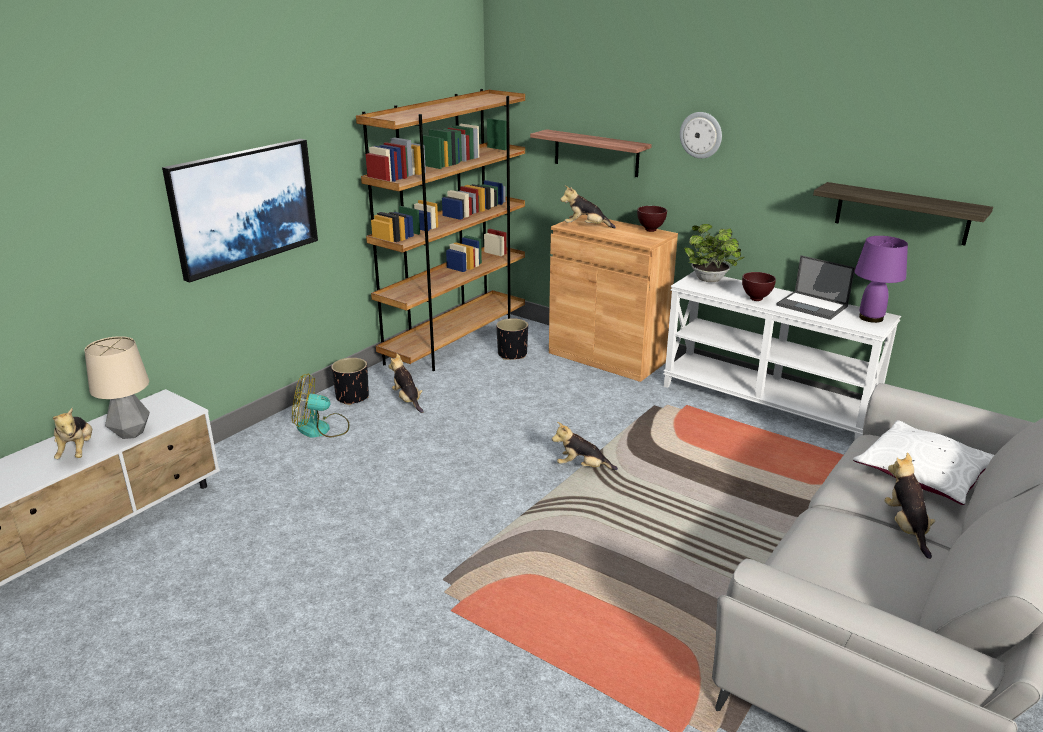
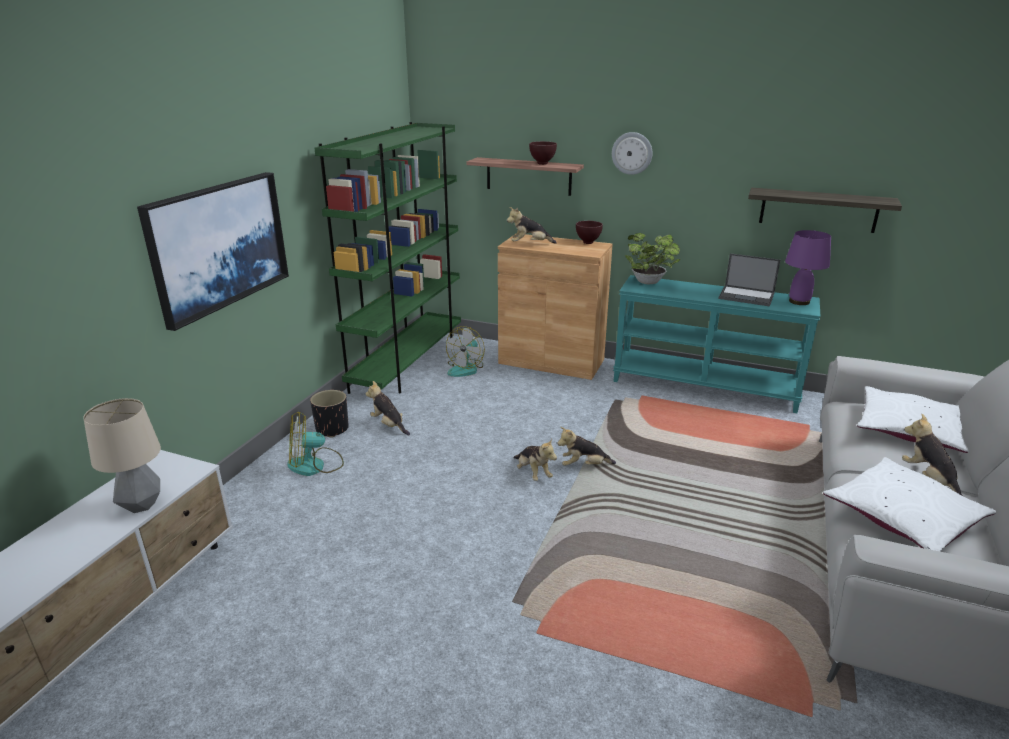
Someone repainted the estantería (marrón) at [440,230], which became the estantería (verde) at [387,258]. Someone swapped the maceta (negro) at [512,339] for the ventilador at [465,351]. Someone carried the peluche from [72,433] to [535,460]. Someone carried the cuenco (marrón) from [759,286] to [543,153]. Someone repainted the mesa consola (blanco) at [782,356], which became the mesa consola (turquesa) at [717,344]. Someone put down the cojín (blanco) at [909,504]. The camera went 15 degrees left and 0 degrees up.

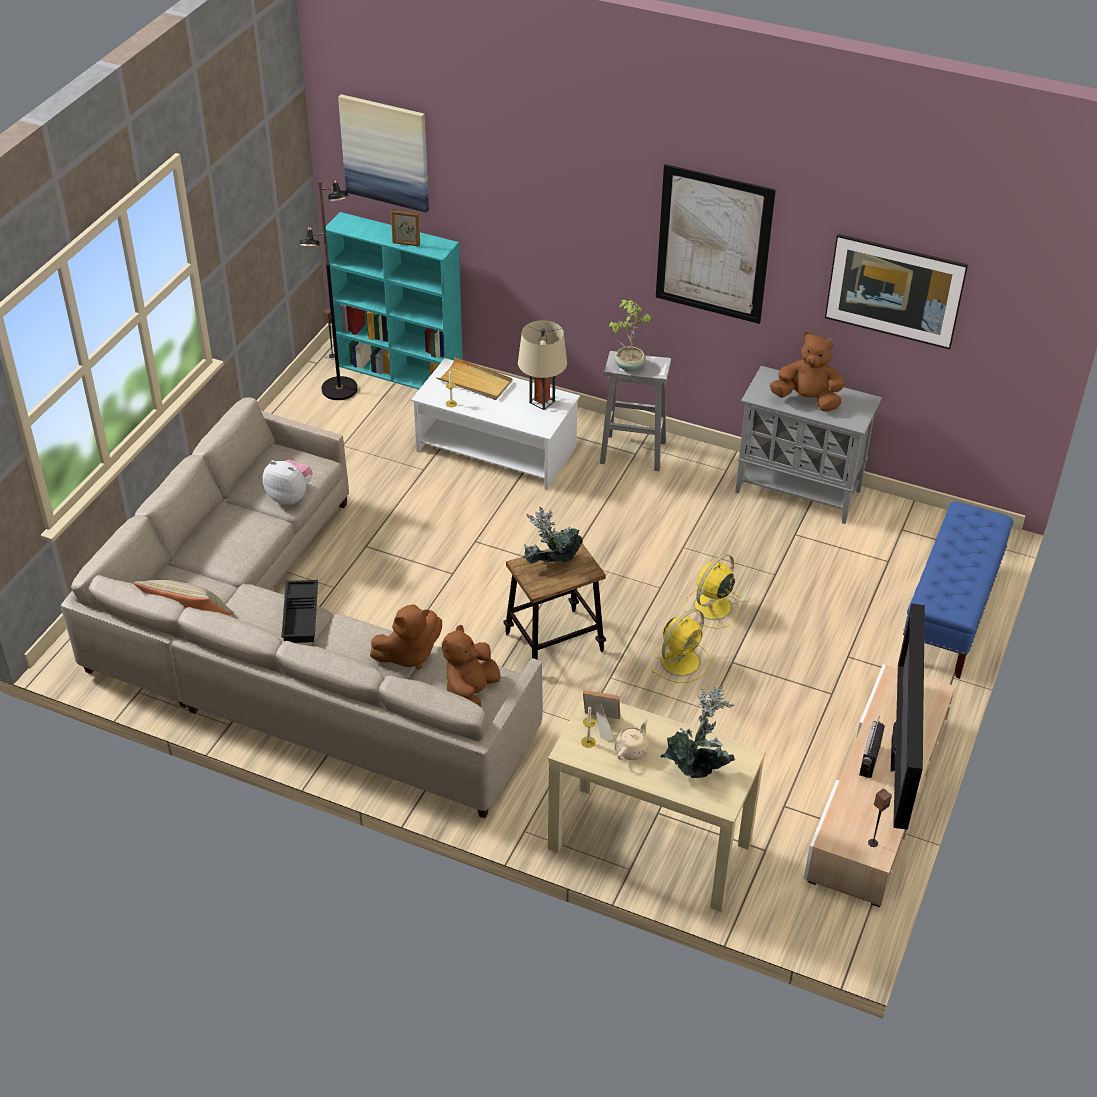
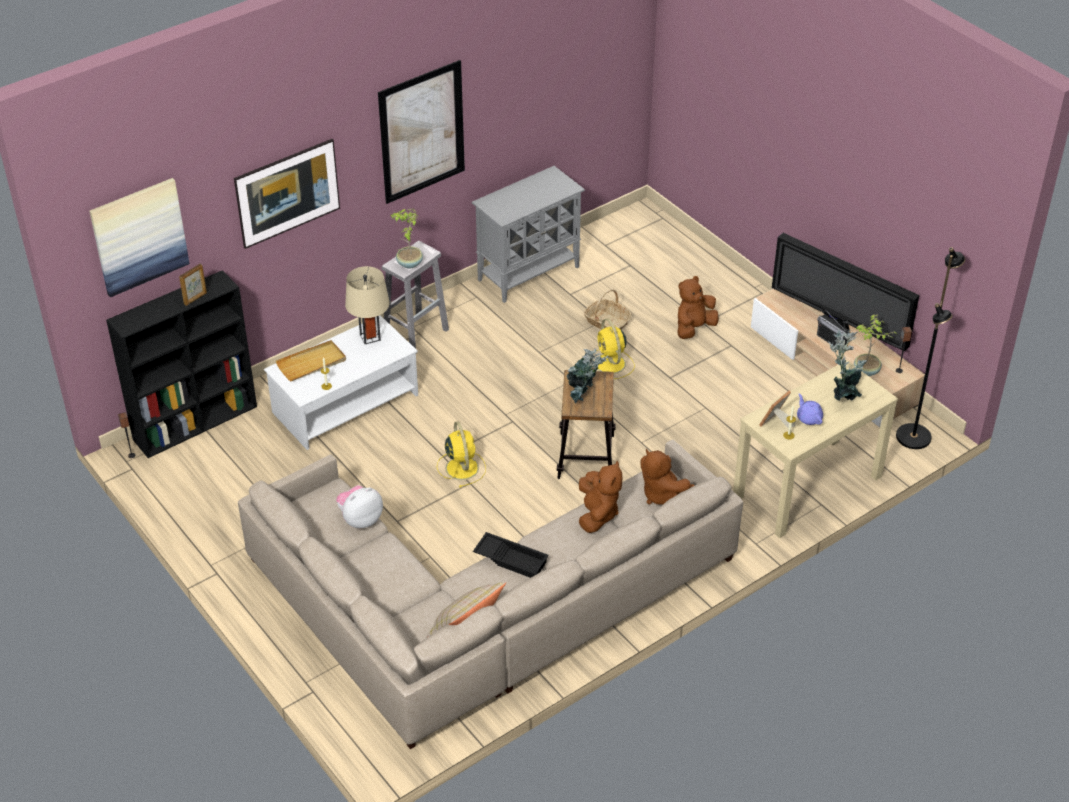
Someone repainted the estantería (turquesa) at [393,300], which became the estantería (negro) at [181,364]. Someone carried the cuadro from [896,291] to [287,194]. Someone carried the ventilador (amarillo) from [681,646] to [461,454]. Someone put down the cesta at [608,309]. Someone carried the peluche (marrón) from [807,372] to [698,307]. Someone repainted the tetera (beis) at [632,739], which became the tetera (morado) at [810,409]. Someone put down the planta en maceta at [876,345]. Someone carried the lámpara de pie (negro) from [328,290] to [930,348]. Someone took away the banco (azul) at [958,590]. The camera went 60 degrees left and 0 degrees up.

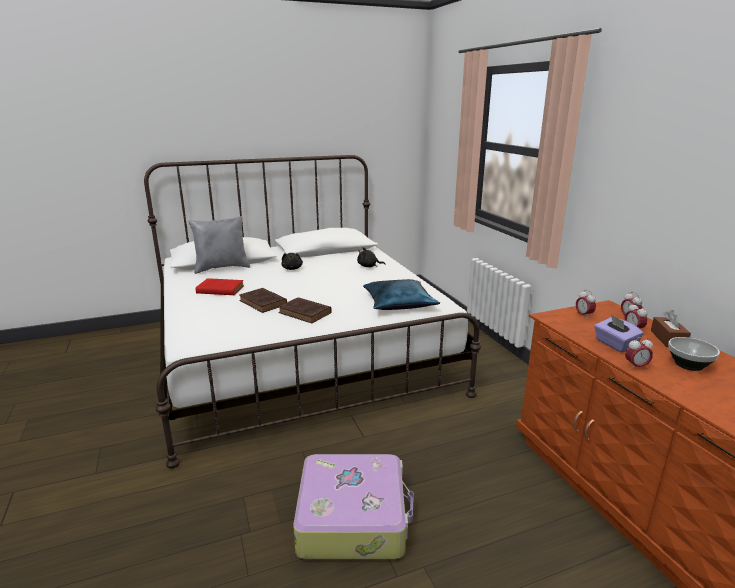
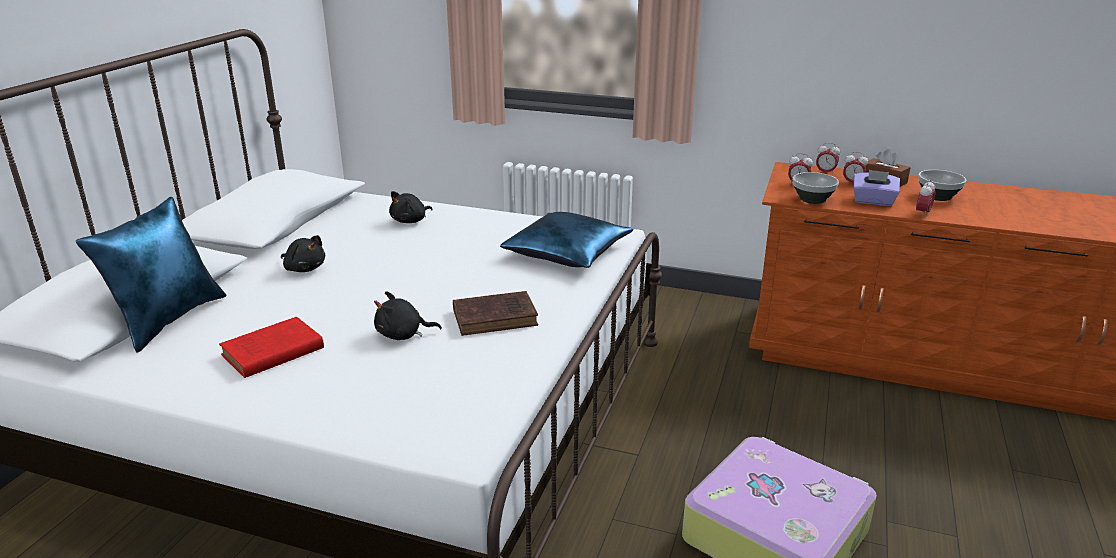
Someone repainted the cojín (gris) at [219,245], which became the cojín (azul) at [151,275]. Someone swapped the libro (marrón) at [263,300] for the peluche (negro) at [408,315]. Someone put down the cuenco at [816,188]. The camera went 50 degrees left and 5 degrees up.

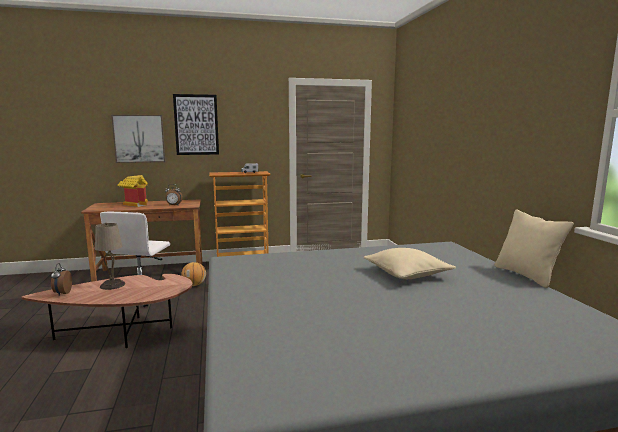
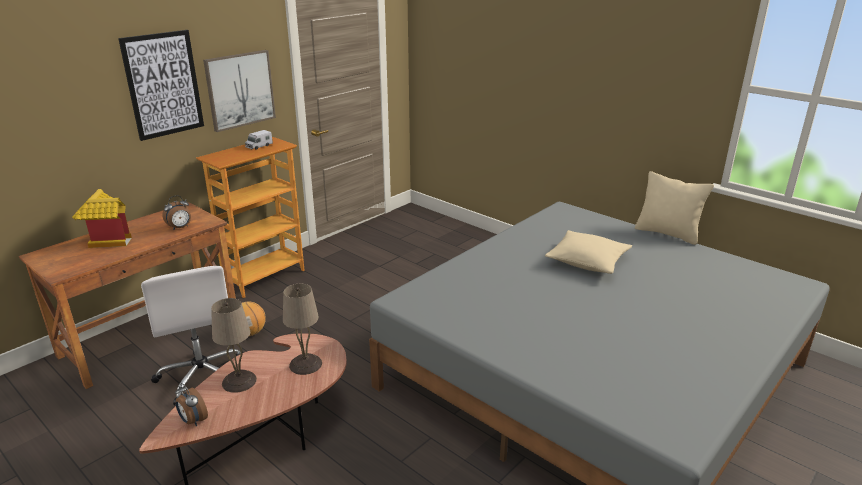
Someone carried the cuadro from [138,139] to [239,91]. Someone put down the lámpara de mesa (beis) at [302,329]. The camera went 35 degrees left and 15 degrees up.

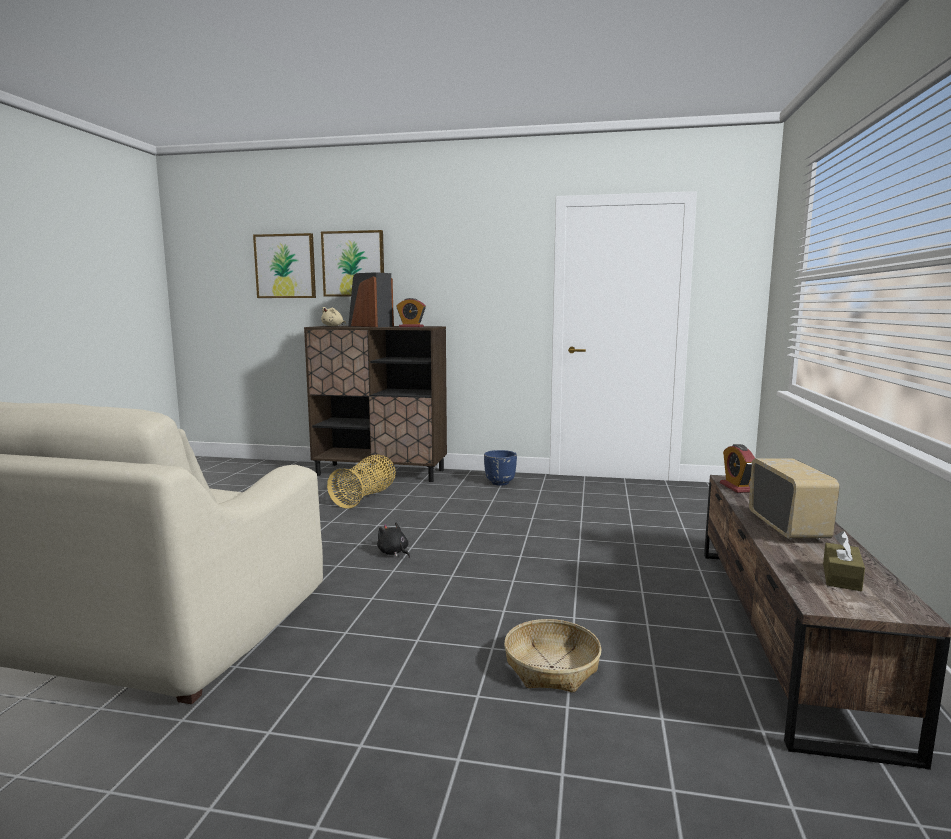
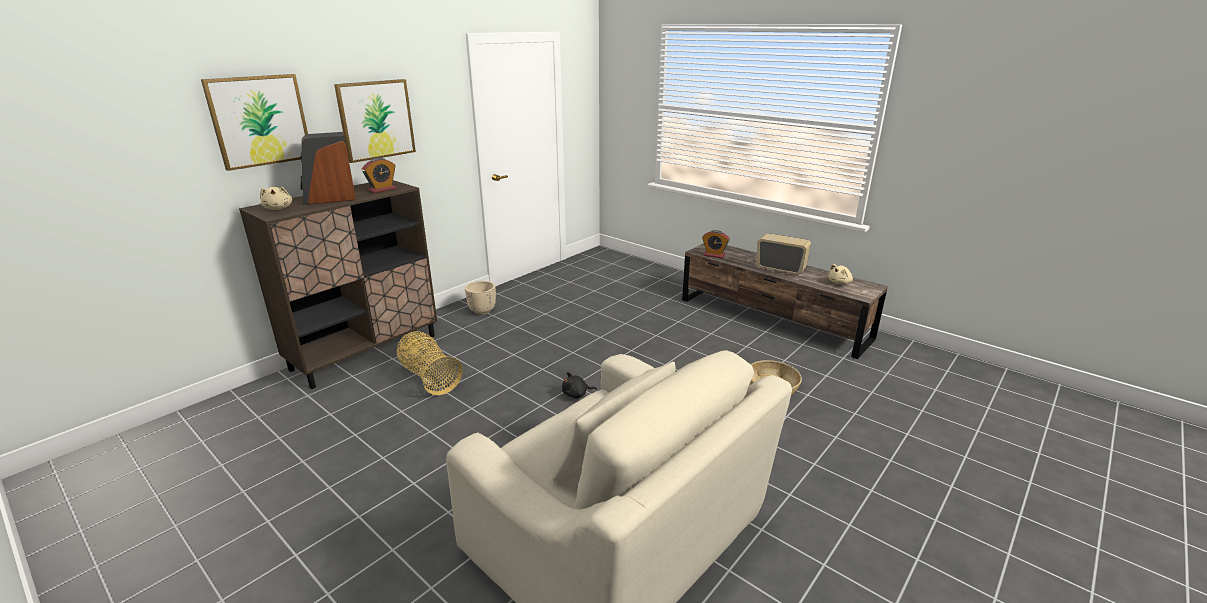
Someone carried the cuadro from [284,265] to [375,121]. Someone repainted the maceta (azul) at [500,468], which became the maceta (beis) at [480,298]. Someone swapped the caja de pañuelos (marrón) at [844,561] for the peluche (beis) at [840,274]. The camera went 60 degrees left and 15 degrees up.

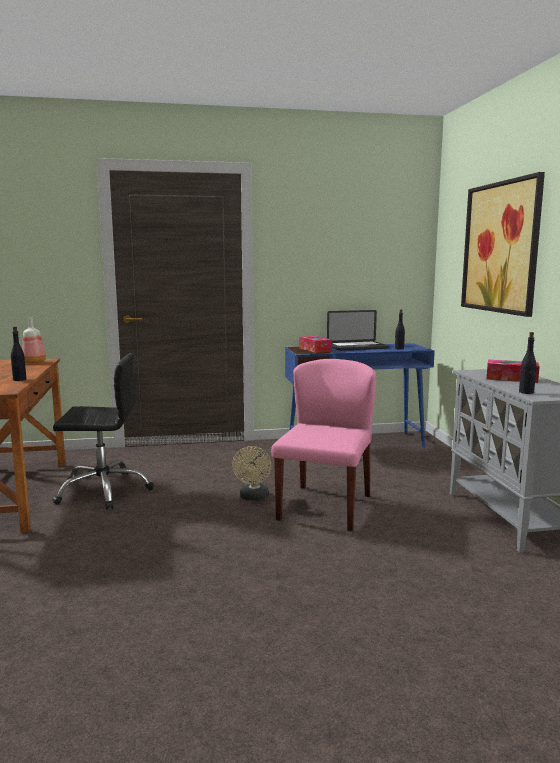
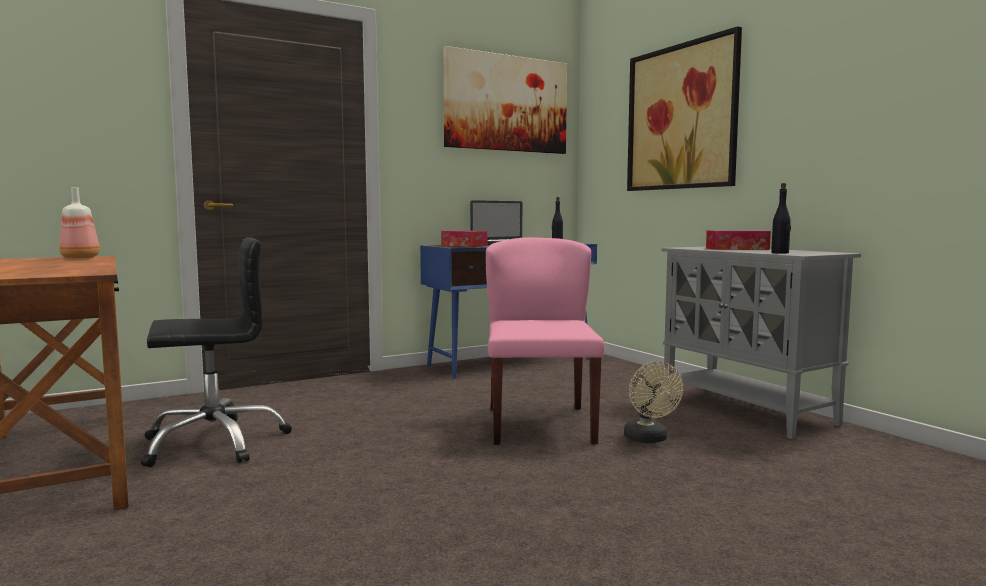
Someone put up the cuadro at [505,100]. Someone carried the ventilador (beis) from [252,473] to [653,402]. Someone took away the botella (negro) at [18,354]. The camera went 20 degrees left and 5 degrees down.

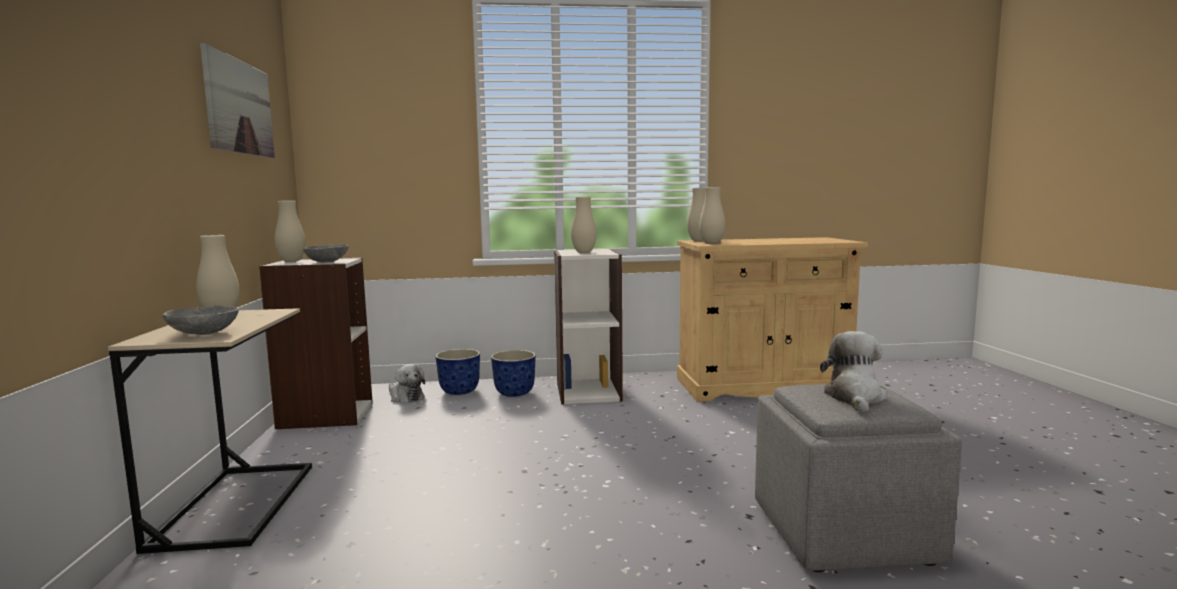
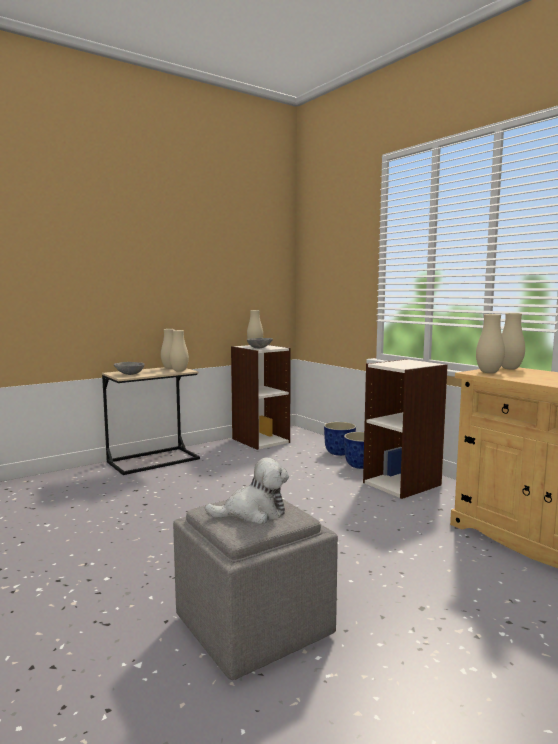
Someone carried the florero (beis) from [584,225] to [179,351]. Someone took away the cuadro at [237,100]. Someone took away the peluche at [407,383]. The camera went 60 degrees right and 0 degrees up.

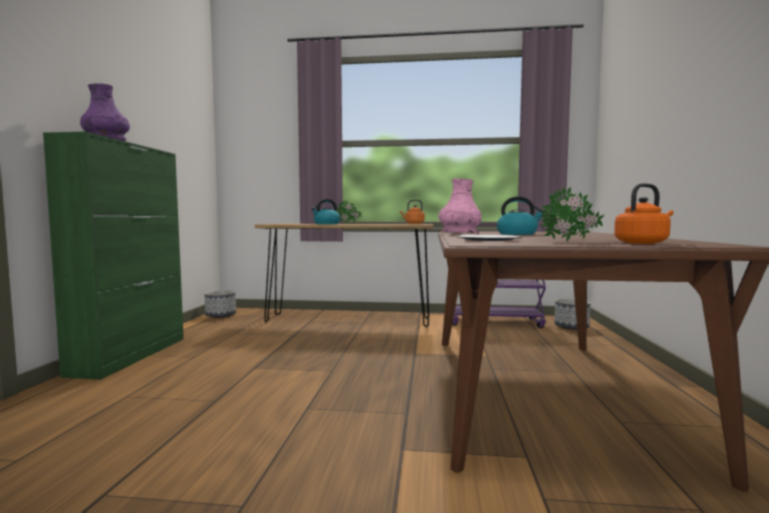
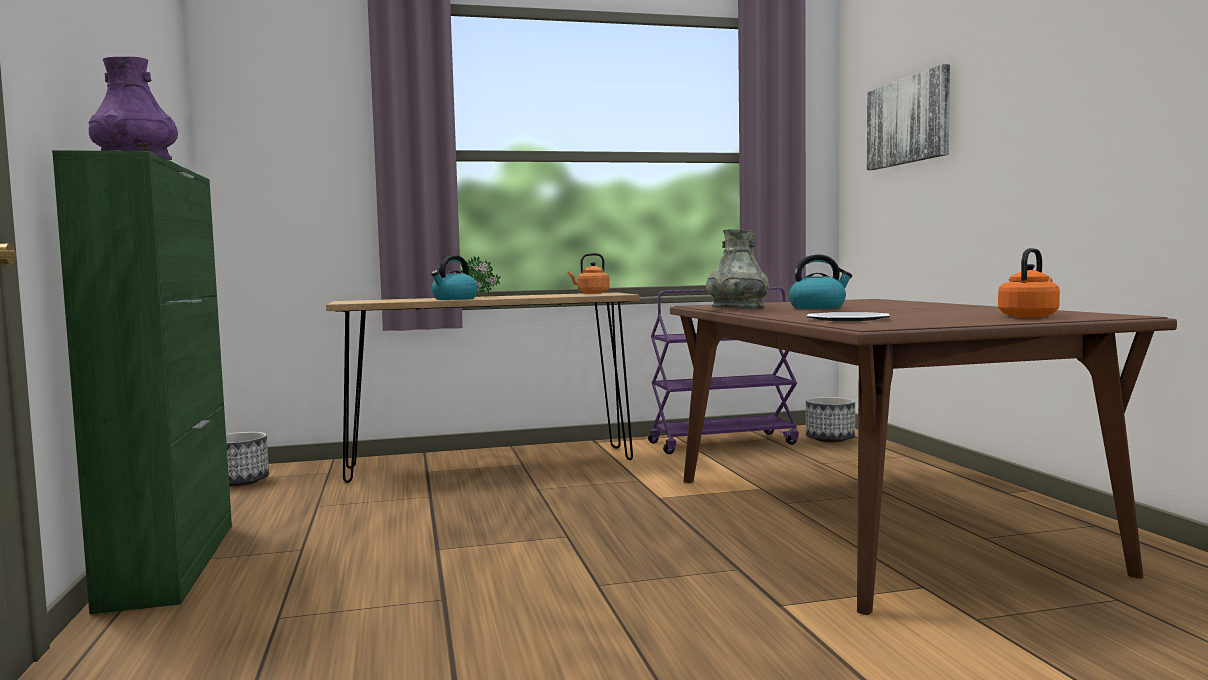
Someone repainted the florero (rosa) at [460,206], which became the florero (gris) at [737,269]. Someone put up the cuadro at [908,117]. Someone took away the planta en maceta at [572,214]. The camera went 20 degrees left and 0 degrees up.

